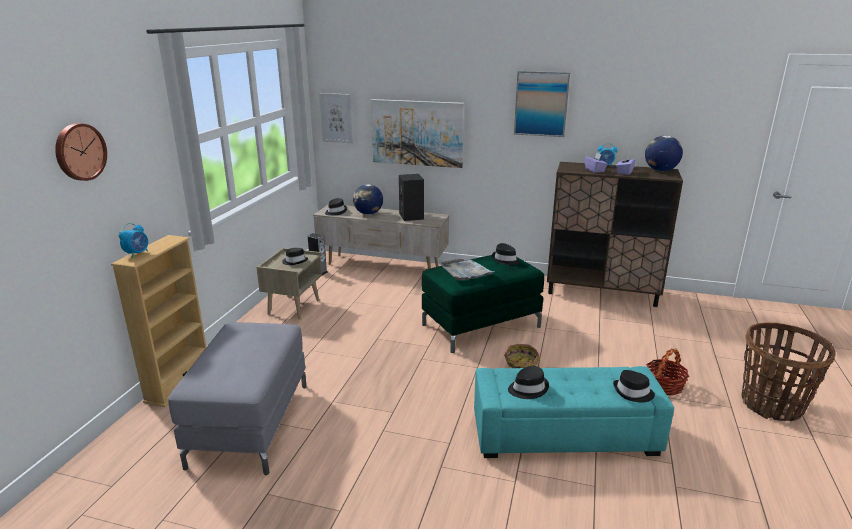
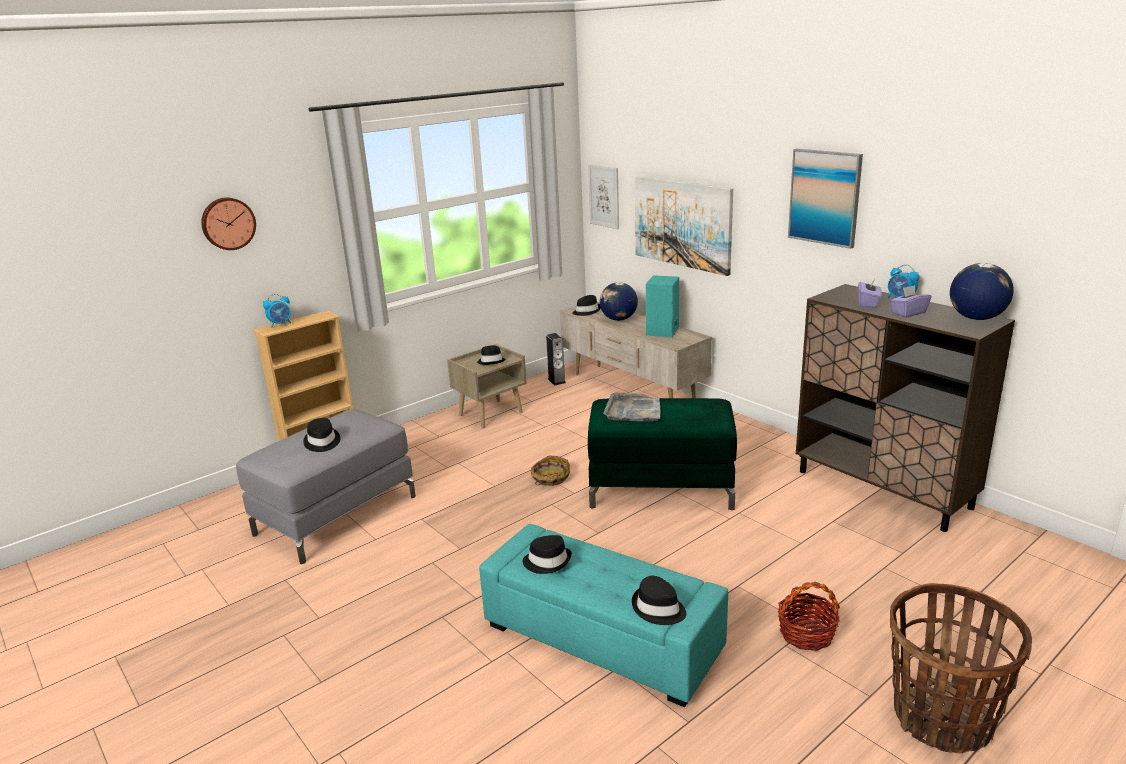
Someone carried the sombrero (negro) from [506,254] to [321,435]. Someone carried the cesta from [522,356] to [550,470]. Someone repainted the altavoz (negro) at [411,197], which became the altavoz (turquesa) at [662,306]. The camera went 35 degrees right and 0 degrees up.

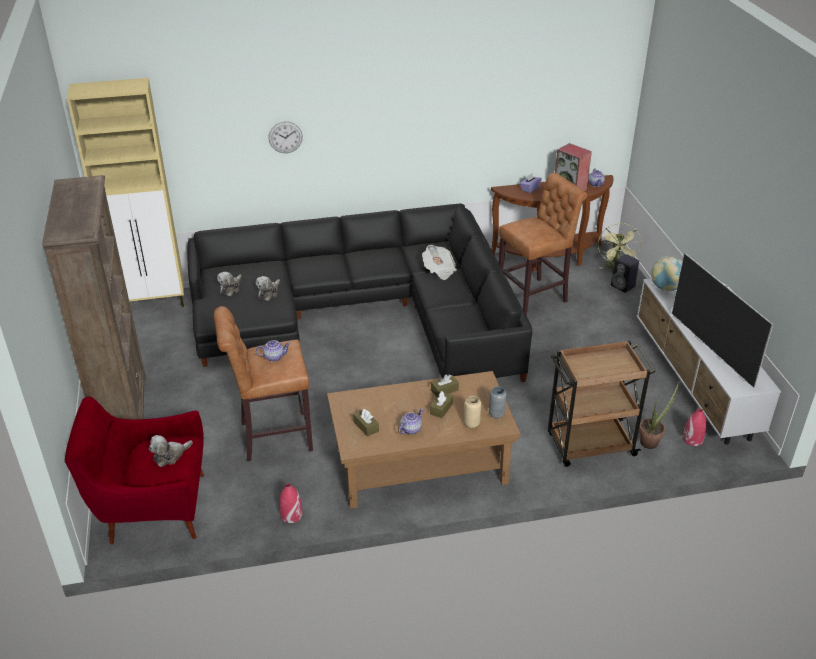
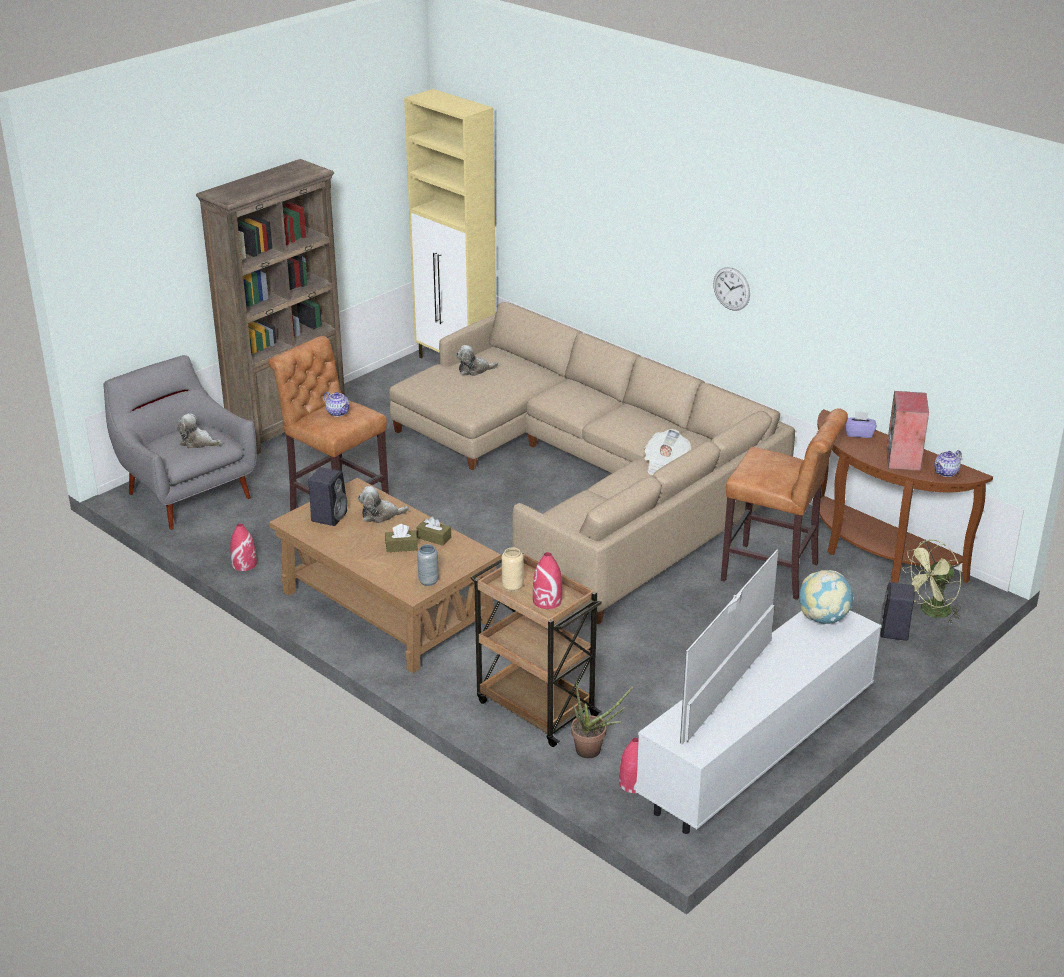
Someone repainted the sillón (rojo) at [134,470], which became the sillón (gris) at [180,442]. Someone swapped the caja de pañuelos (marrón) at [366,423] for the altavoz (negro) at [327,496]. Someone carried the peluche from [268,288] to [383,504]. Someone repainted the sofá (negro) at [359,293], which became the sofá (beis) at [592,463]. Someone carried the florero (beis) from [472,412] to [512,569]. Someone put down the florero (rojo) at [547,580]. Someone carried the reloj de pared from [285,137] to [731,289]. Someone took away the tetera at [411,421]. The camera went 55 degrees right and 5 degrees down.

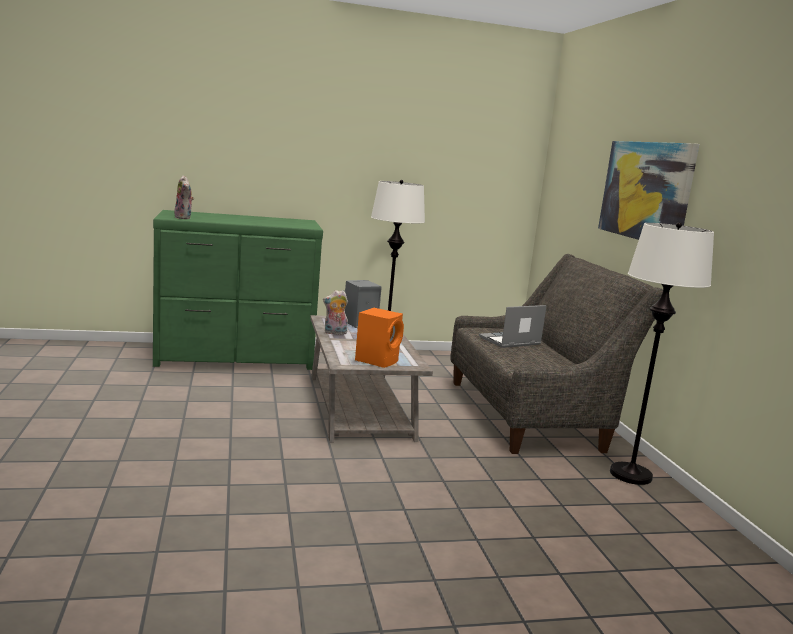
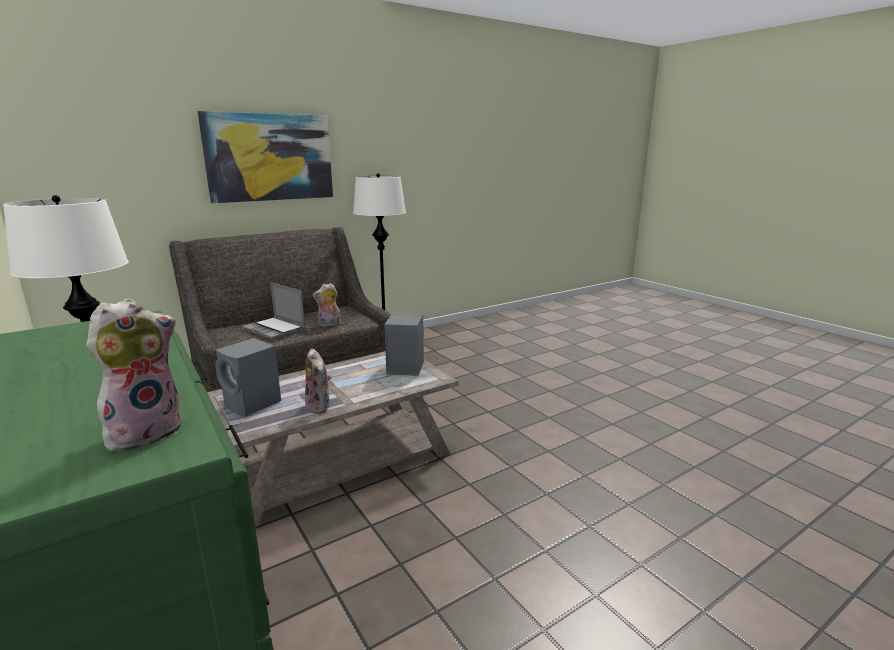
Someone put down the peluche at [327,305]. Someone repainted the altavoz (naranja) at [379,338], which became the altavoz (gris) at [404,344]. The camera went 110 degrees left and 5 degrees up.

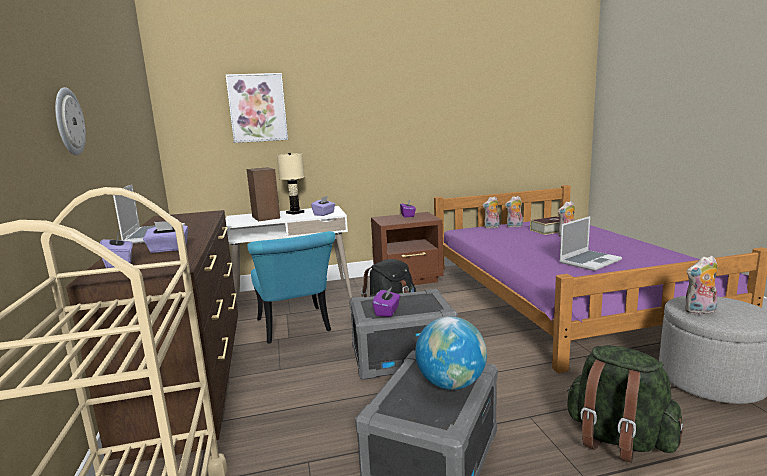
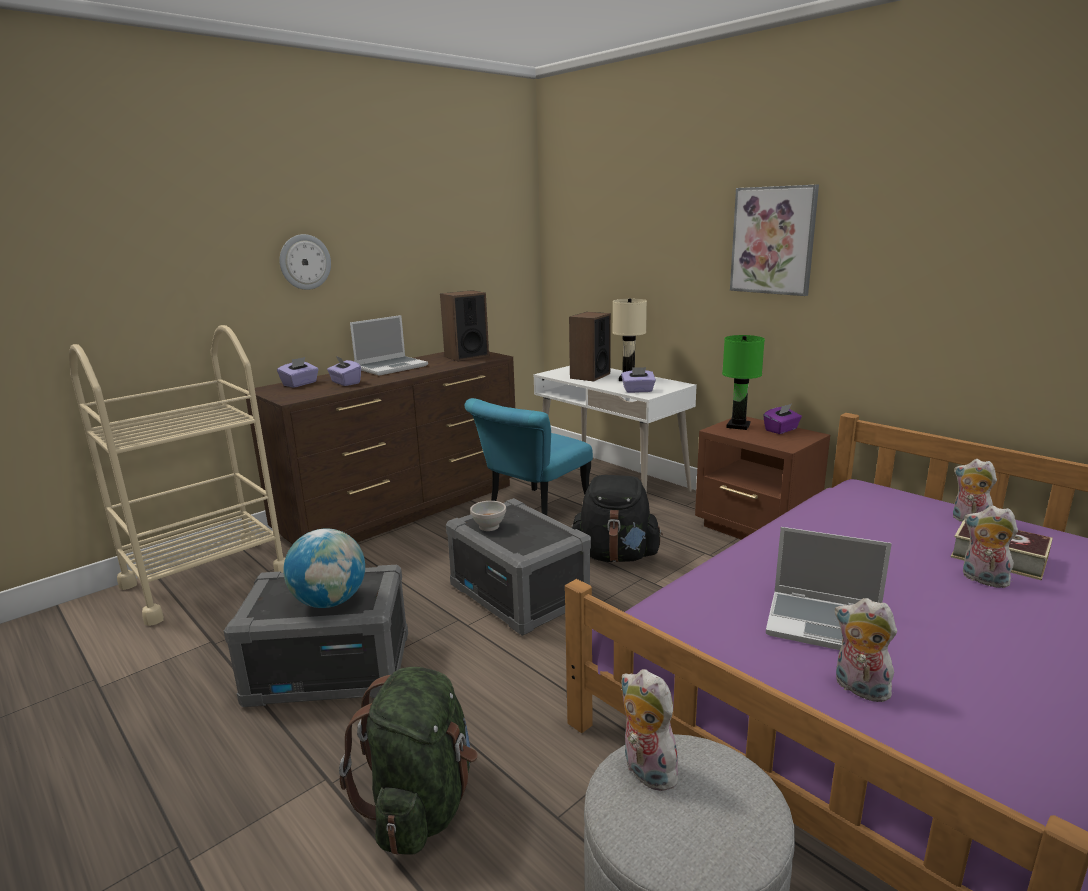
Someone put down the altavoz at [464,325]. Someone swapped the caja de pañuelos (morado) at [386,302] for the cuenco (blanco) at [488,516]. Someone put down the lámpara de mesa (verde) at [743,382]. Someone carried the cuadro from [256,108] to [774,240]. Someone carried the peluche from [491,212] to [866,650]. The camera went 60 degrees right and 5 degrees up.

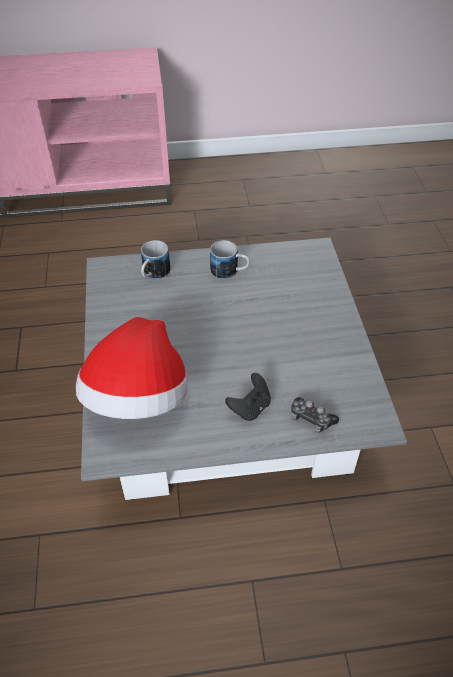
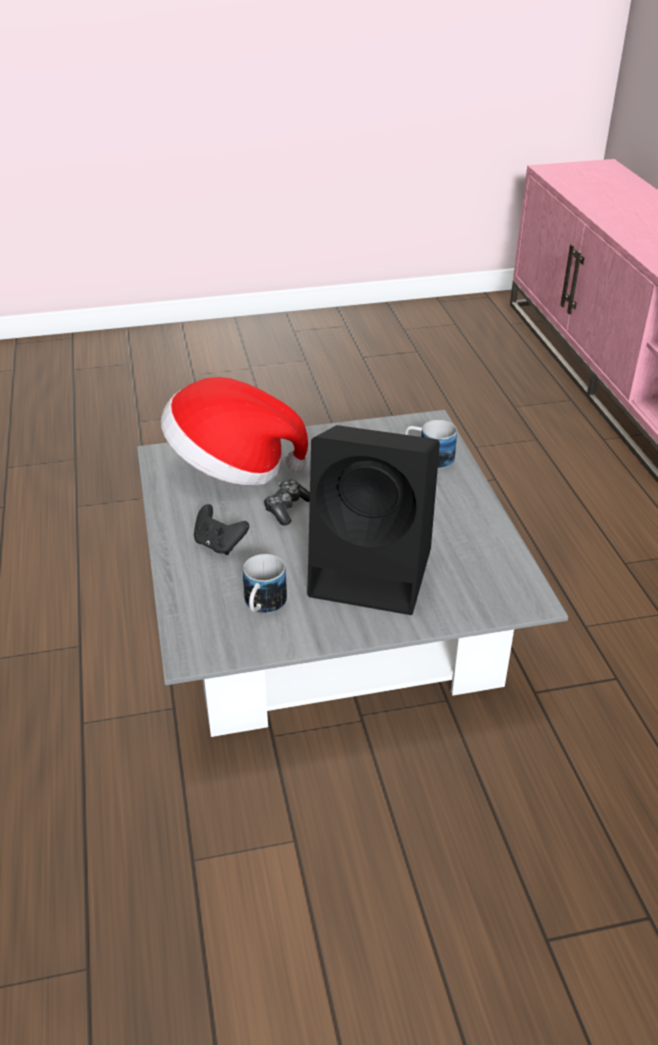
Someone carried the taza grande from [230,259] to [265,584]. Someone carried the mando de consola from [315,415] to [286,502]. Someone put down the altavoz (negro) at [373,520]. The camera went 85 degrees right and 10 degrees down.

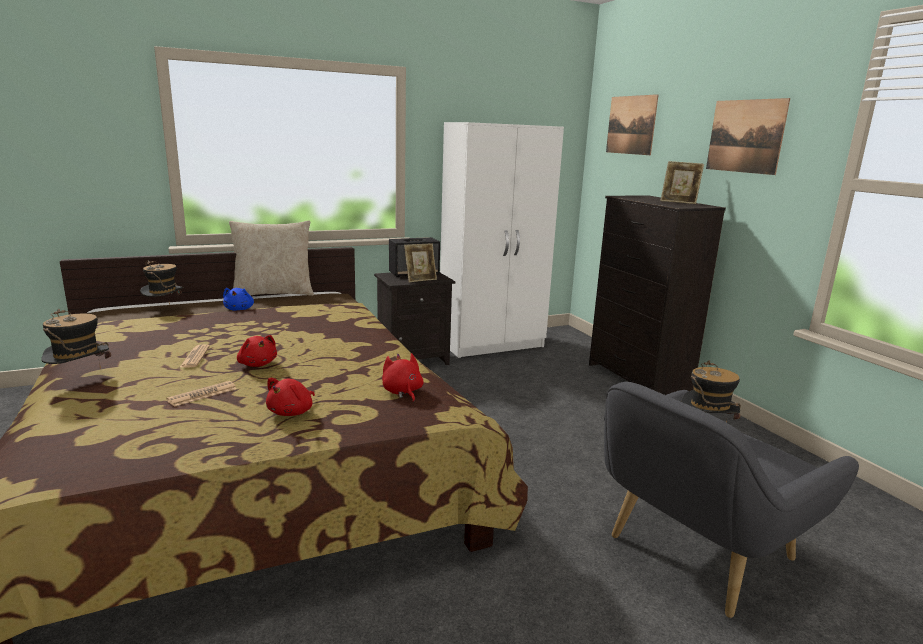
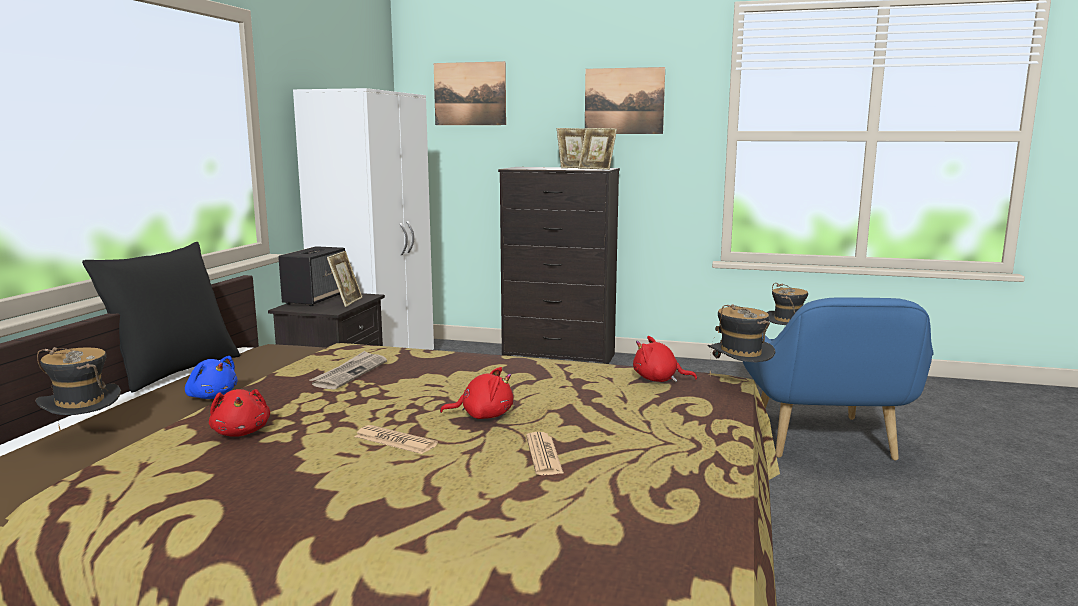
Someone repainted the cojín (beis) at [271,258], which became the cojín (negro) at [161,317]. Someone carried the peluche (rojo) from [290,397] to [239,413]. Someone put down the periódico at [348,370]. Someone put down the portarretratos at [597,149]. Someone carried the sombrero from [76,339] to [741,340]. Someone repainted the sillón (gris) at [731,500], which became the sillón (azul) at [838,379]. The camera went 50 degrees left and 5 degrees down.

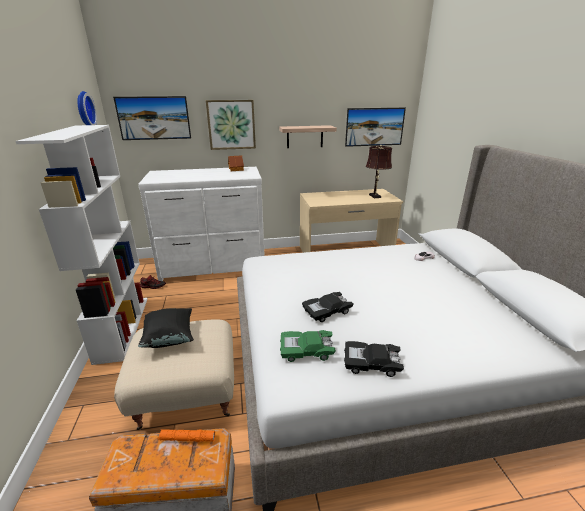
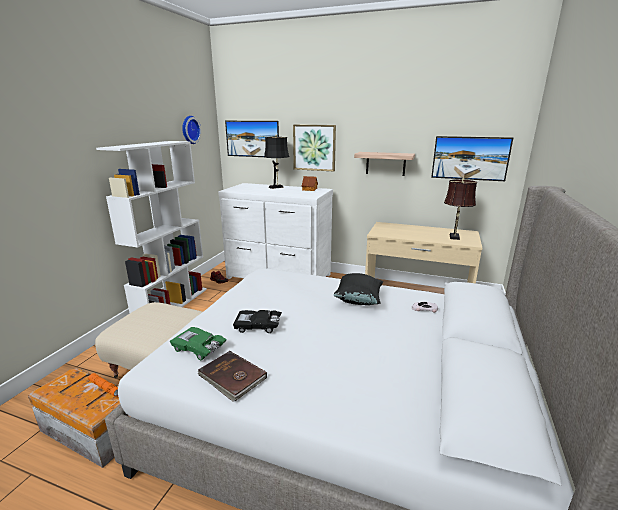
Someone swapped the coche de juguete (negro) at [374,359] for the libro (marrón) at [232,376]. Someone put down the lámpara de mesa (negro) at [276,162]. Someone carried the cojín (negro) from [166,328] to [358,289]. The camera went 30 degrees right and 5 degrees down.

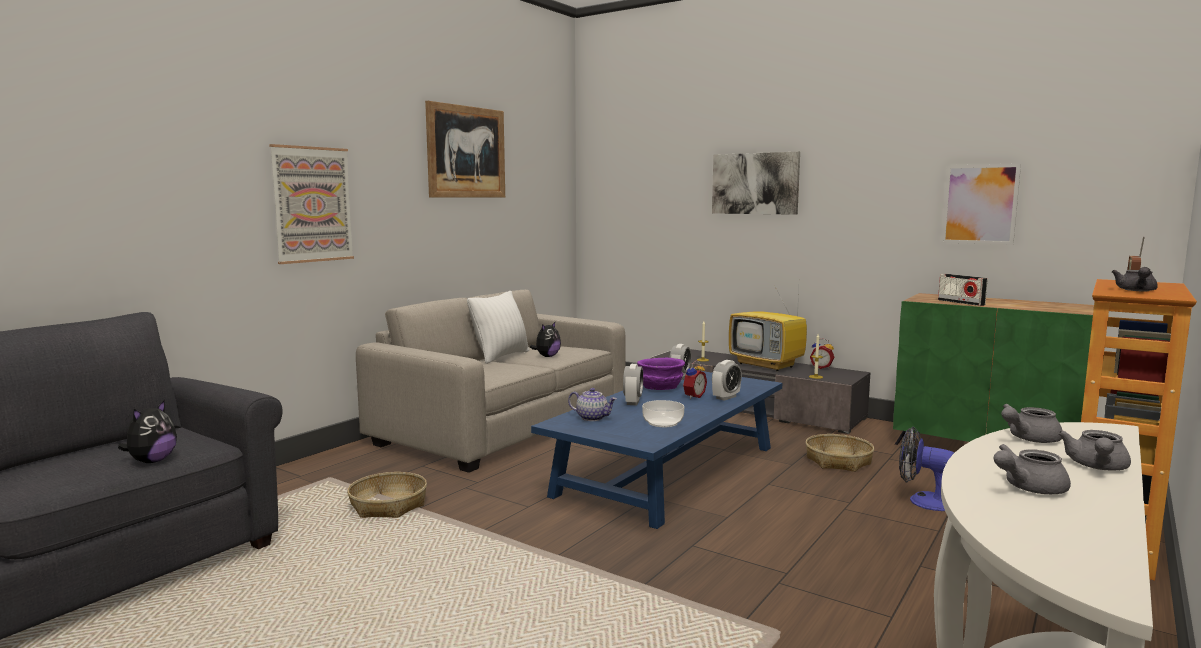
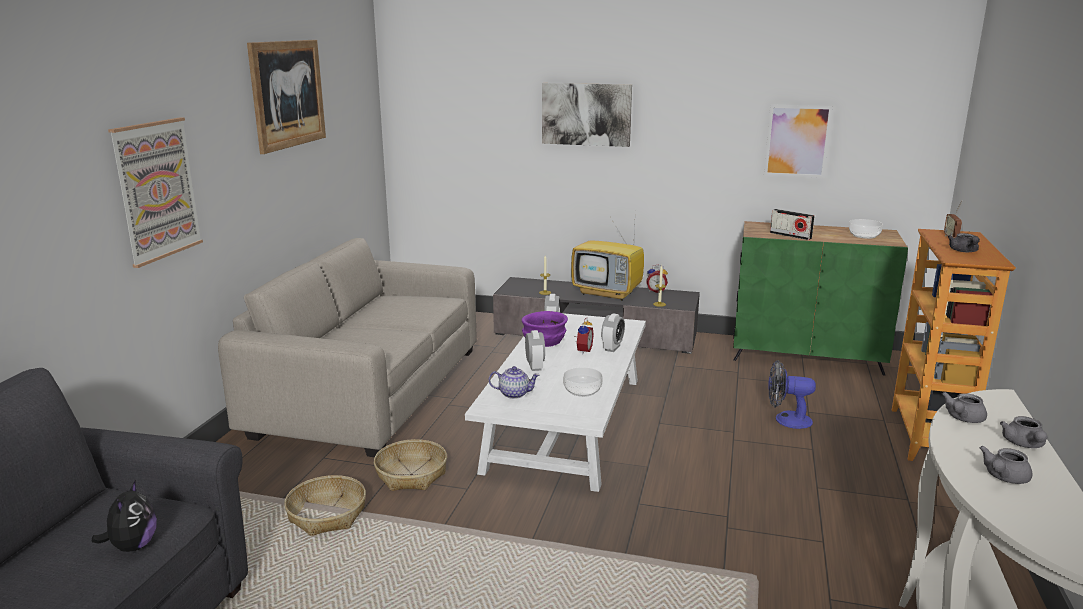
Someone carried the cesta from [840,453] to [410,465]. Someone repainted the mesa de centro (azul) at [656,450], which became the mesa de centro (blanco) at [555,402]. Someone put down the cuenco at [866,229]. Someone took away the cojín (blanco) at [498,327]. Someone took away the peluche at [545,339]. The camera went 20 degrees left and 10 degrees up.

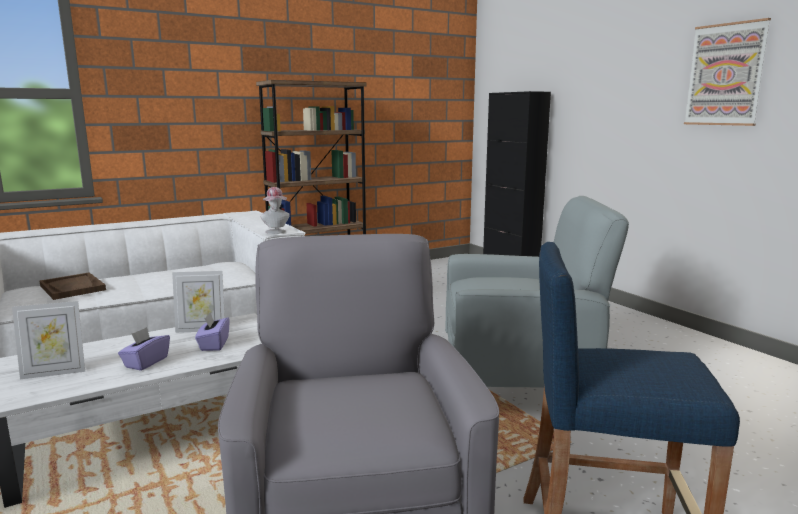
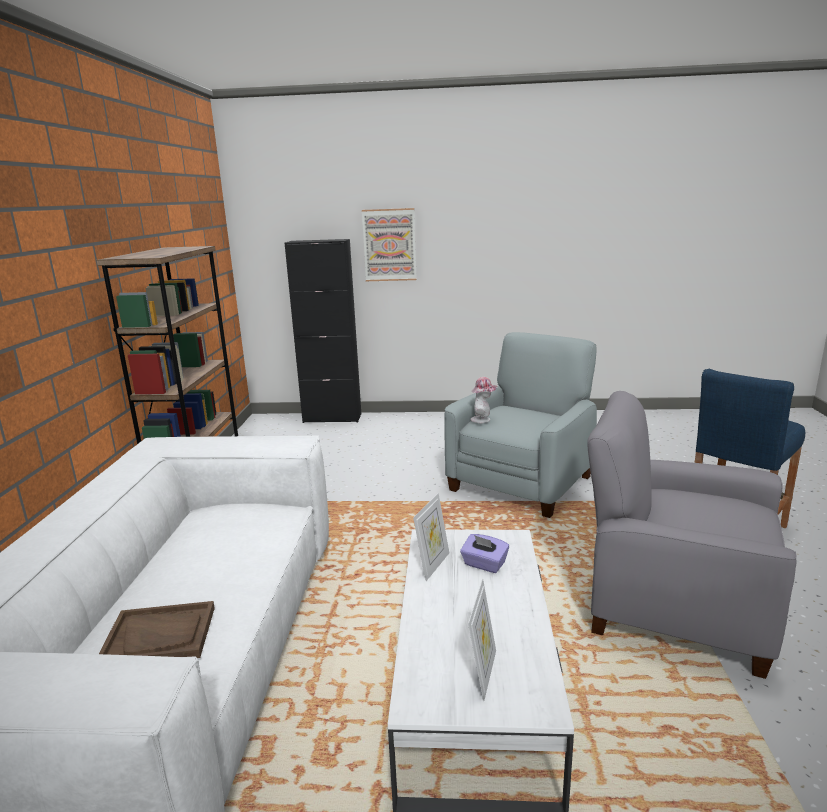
Someone carried the cuadro from [727,72] to [389,244]. Someone carried the sombrero from [275,210] to [484,400]. Someone took away the caja de pañuelos (morado) at [144,349]. The camera went 55 degrees left and 5 degrees up.

